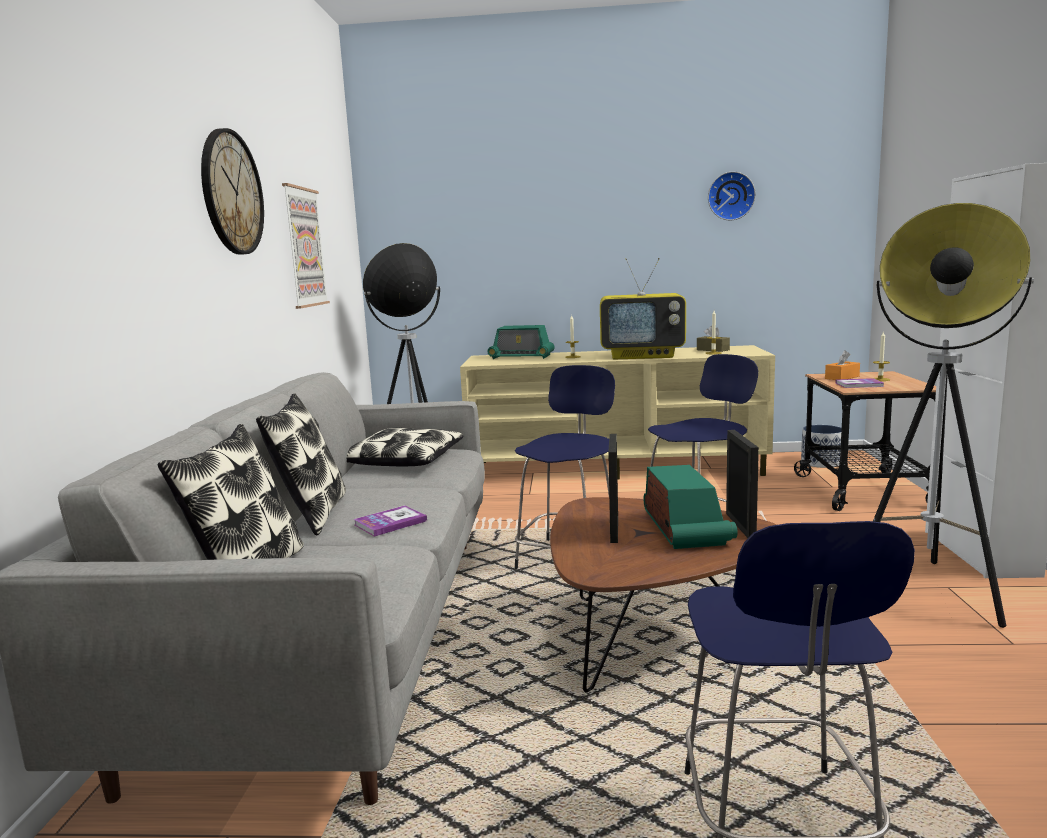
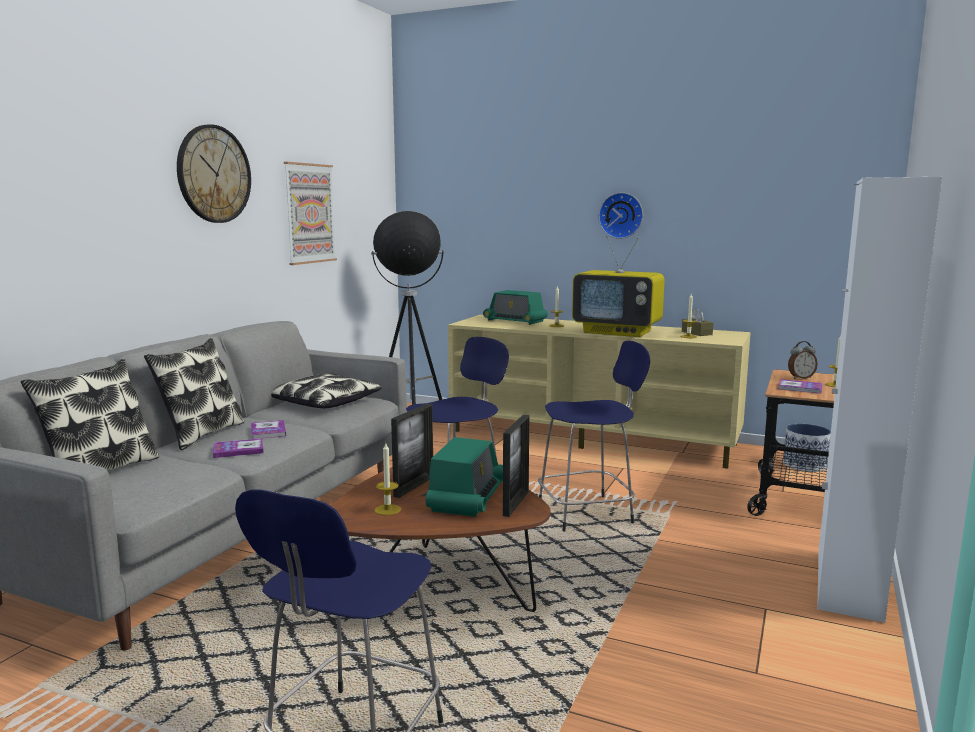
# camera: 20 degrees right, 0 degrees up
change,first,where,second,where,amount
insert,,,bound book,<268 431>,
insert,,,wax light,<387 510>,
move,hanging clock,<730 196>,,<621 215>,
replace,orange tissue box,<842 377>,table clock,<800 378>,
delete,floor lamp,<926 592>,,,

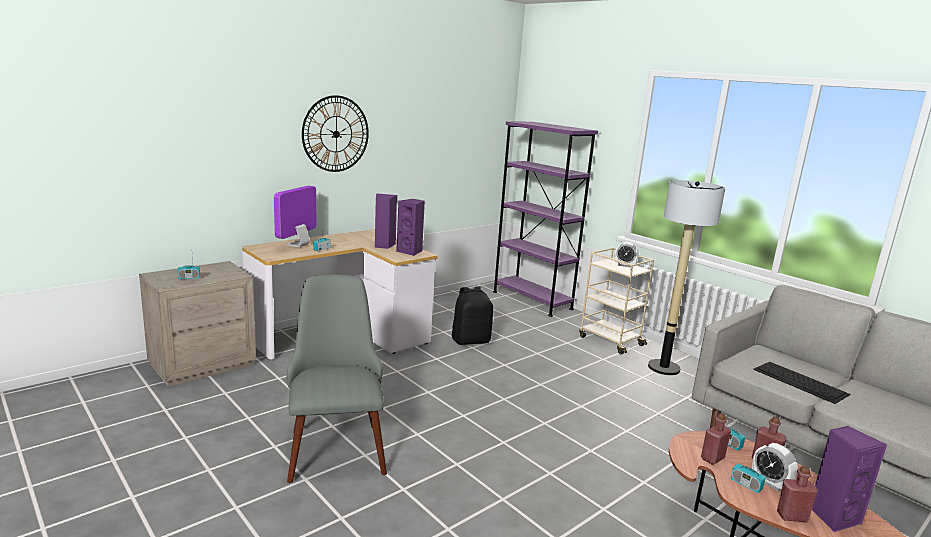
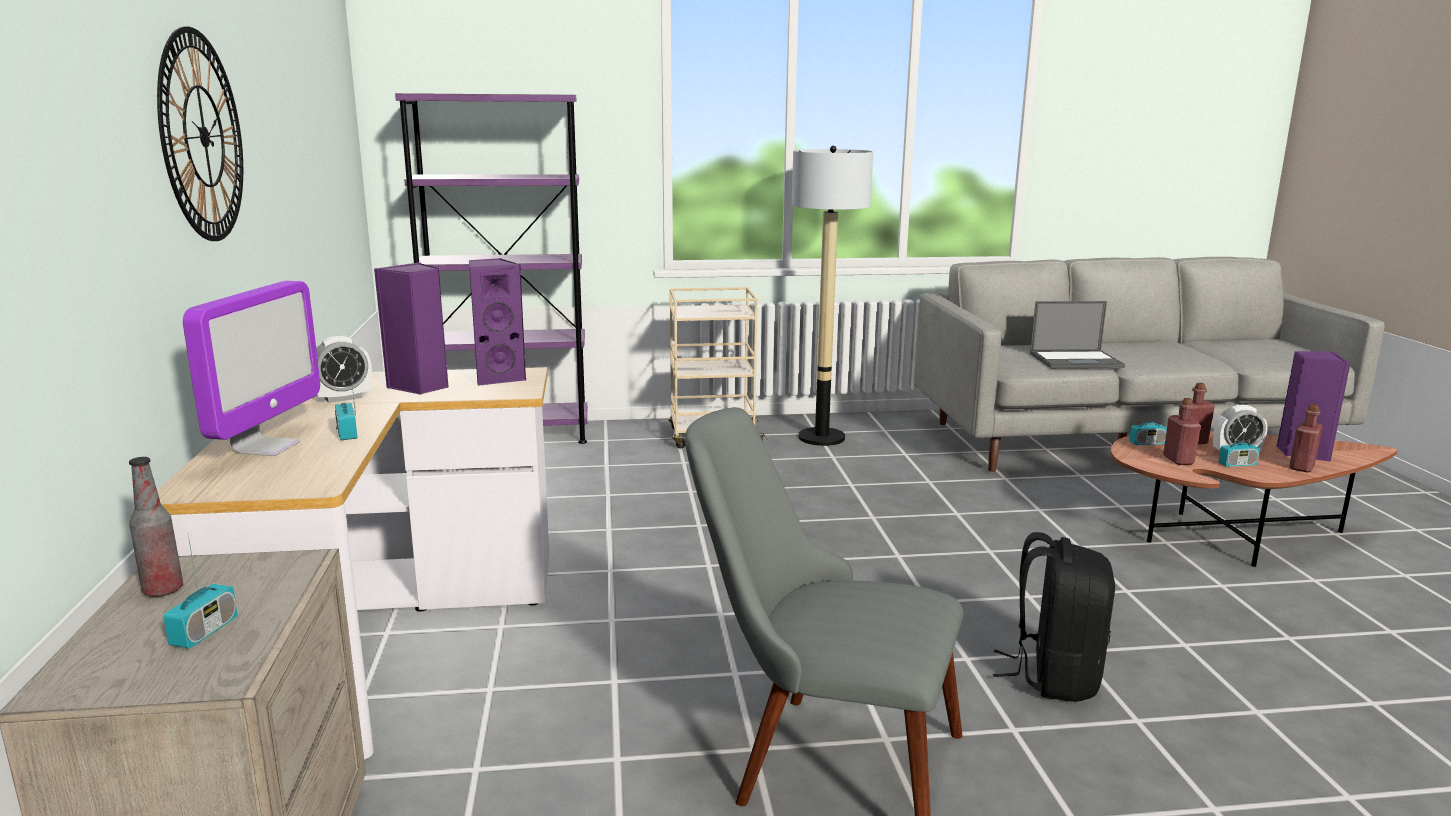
# camera: 55 degrees left, 0 degrees up
change,first,where,second,where,amount
insert,,,bottle,<163 590>,
rotate,computer display,<298 245>,,<266 447>,135 degrees counterclockwise
move,table clock,<624 265>,,<343 398>,
move,blackish backpack,<471 340>,,<1053 676>,
replace,PC keyboard,<801 382>,laptop,<1076 360>,

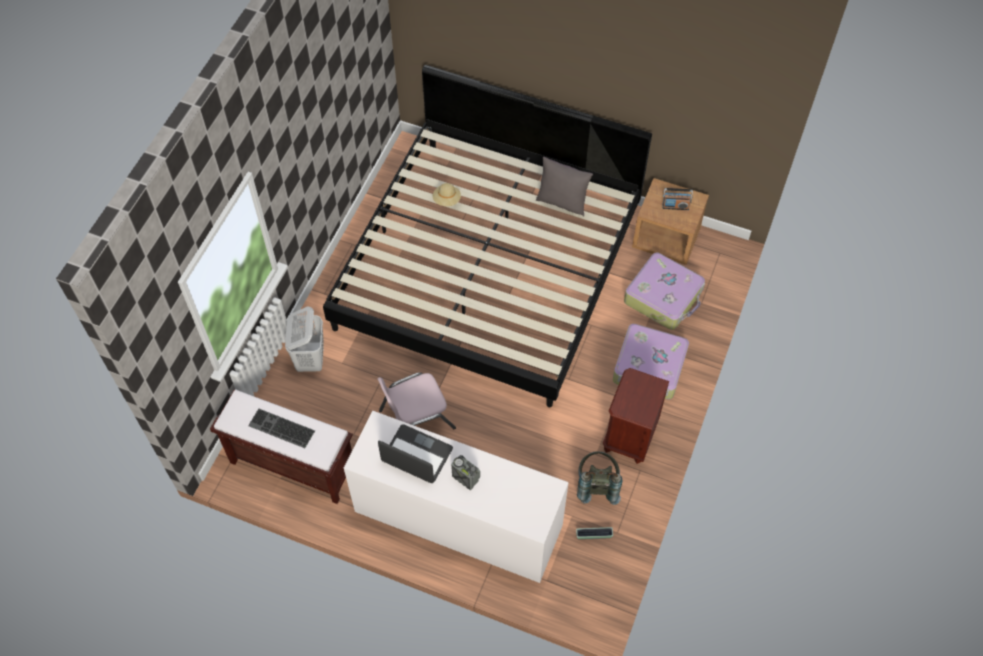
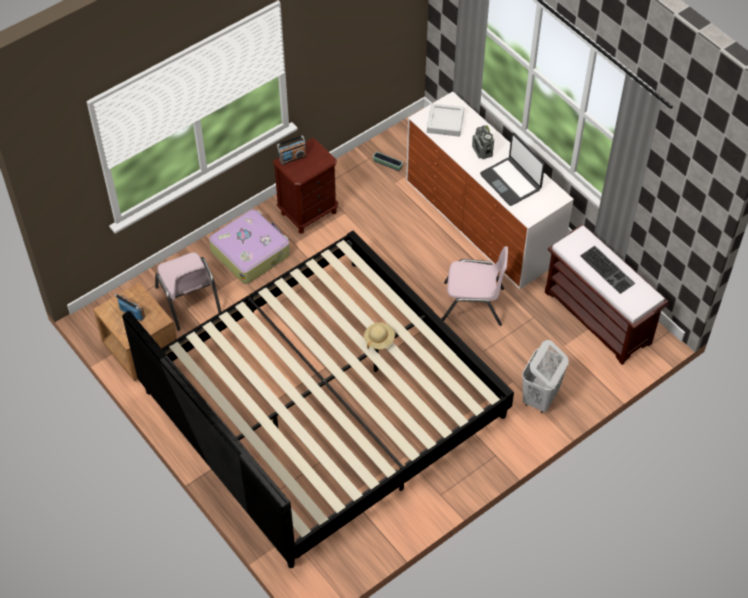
# camera: 150 degrees left, 5 degrees down
change,first,where,second,where,amount
replace,travel case,<664 297>,pinkish plain chair,<189 301>,
insert,,,radio set,<292 158>,
move,beige clothing hat,<447 200>,,<379 340>,
insert,,,grey tray,<445 122>,
delete,grey pillow,<562 202>,,,
delete,grey backpack,<596 485>,,,

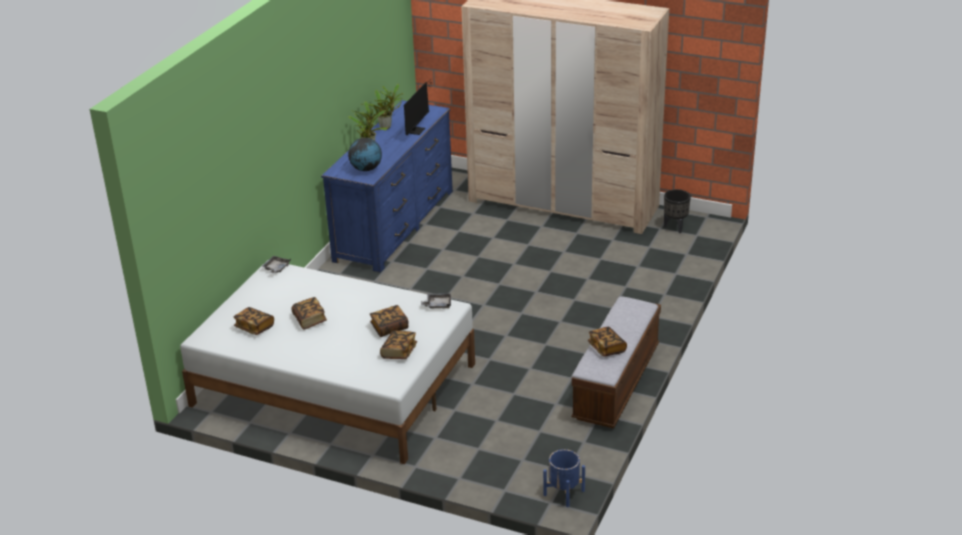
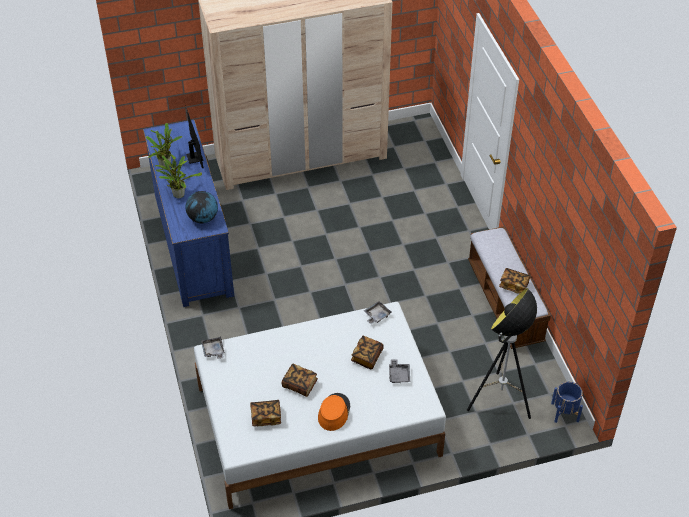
# camera: 40 degrees left, 15 degrees up
change,first,where,second,where,amount
insert,,,orange clothing hat,<334 412>,
replace,bound book,<399 352>,grey tray,<399 375>,
insert,,,floor lamp,<500 401>,
delete,blackish planter,<675 227>,,,

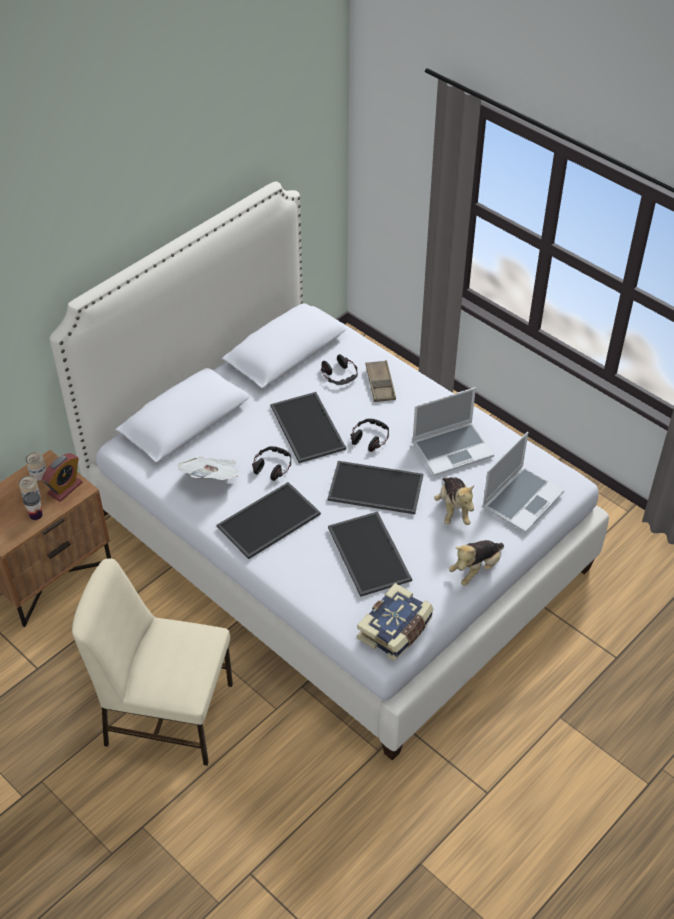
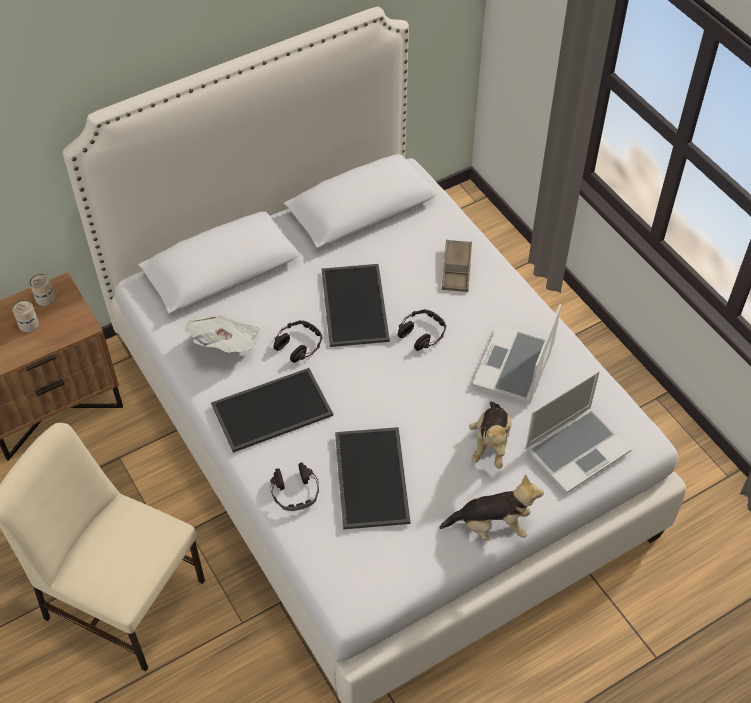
# camera: 15 degrees right, 5 degrees up
change,first,where,second,where,amount
move,headphones,<339 374>,,<295 491>,
rotate,soft toy,<476 569>,,<492 526>,150 degrees counterclockwise
rotate,laptop,<452 449>,,<514 367>,120 degrees clockwise
delete,drinking cup,<36 515>,,,
delete,table clock,<65 488>,,,
delete,tray,<374 489>,,,
delete,bound book,<396 630>,,,

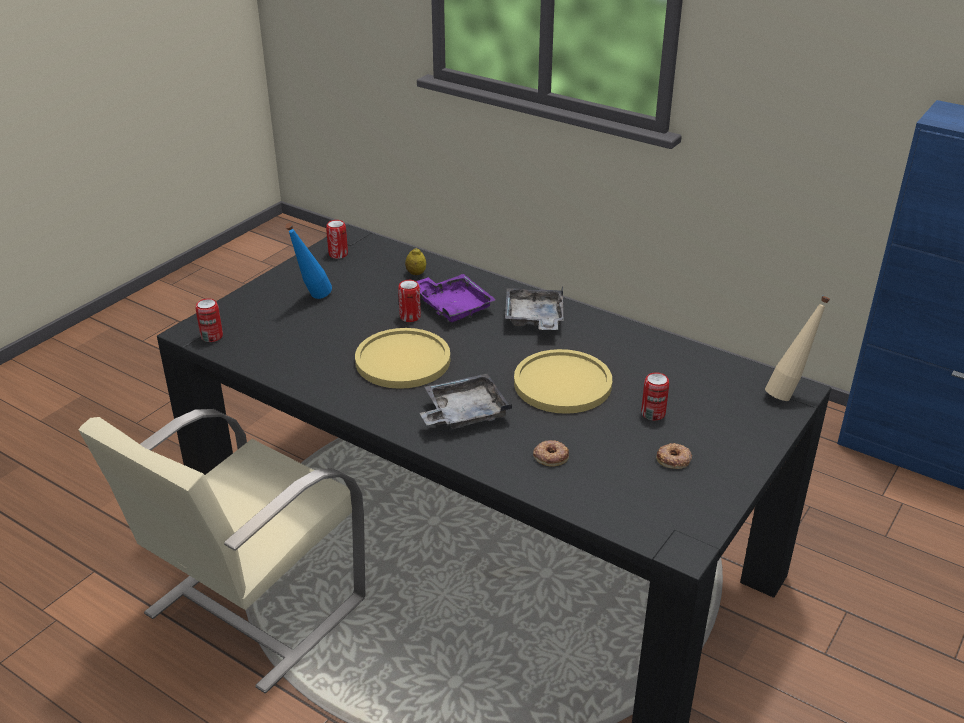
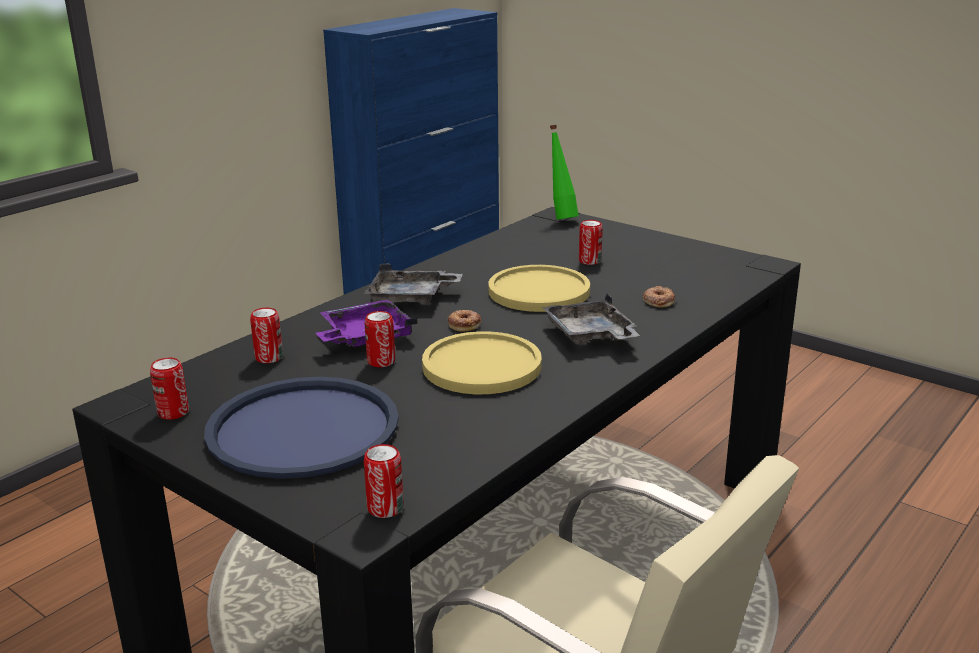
# camera: 85 degrees left, 10 degrees down
change,first,where,second,where,amount
replace,bluish bottle,<312 299>,bluish tray,<303 429>,
replace,whole lemon,<416 273>,metal can,<269 358>,
move,ring doughnut,<674 459>,,<464 324>,
recolor,beige bottle,<788 393>,greenish bottle,<561 218>,

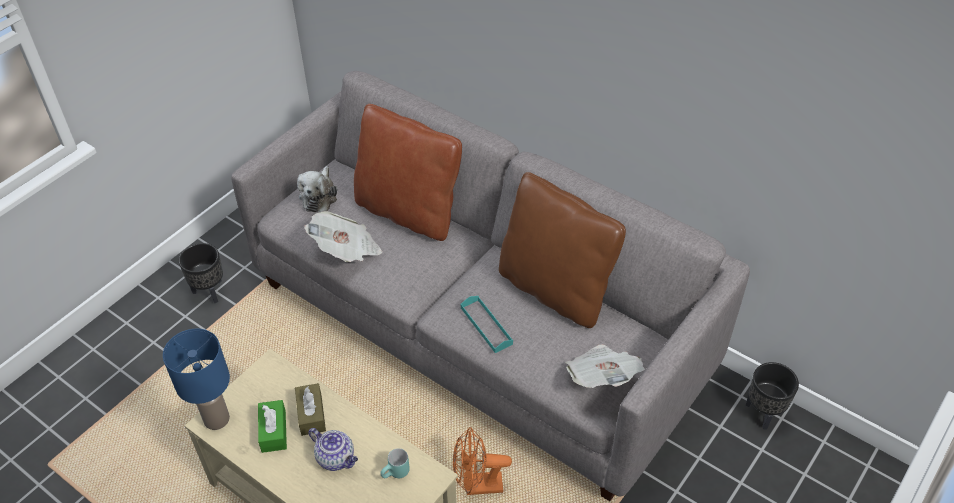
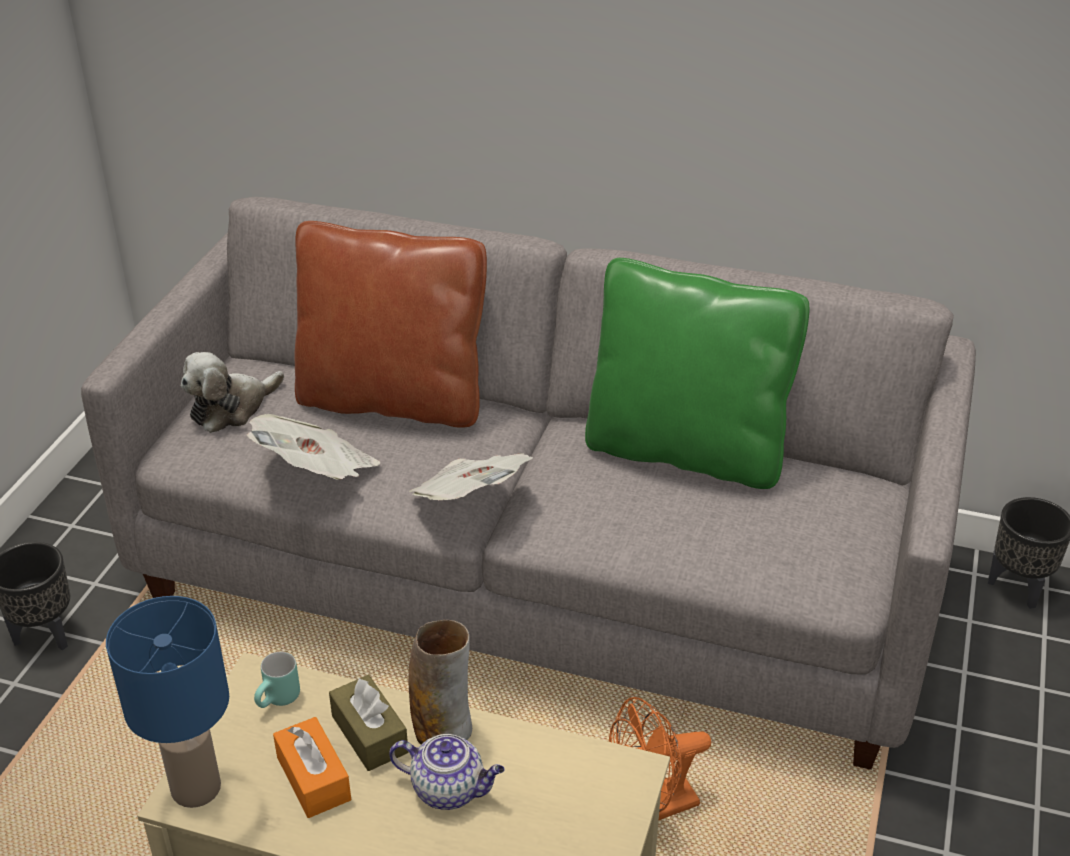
# camera: 20 degrees left, 10 degrees down
change,first,where,second,where,amount
rotate,soft toy,<319 196>,,<231 408>,60 degrees clockwise
move,turquoise-coloured mug,<396 474>,,<279 701>,
recolor,greenish tissue box,<273 431>,orange tissue box,<313 778>,
insert,,,vase,<443 728>,
move,daily paper,<602 377>,,<470 500>,
recolor,brown pillow,<555 289>,greenish pillow,<686 451>,
delete,turquoise-coloured tray,<486 326>,,,

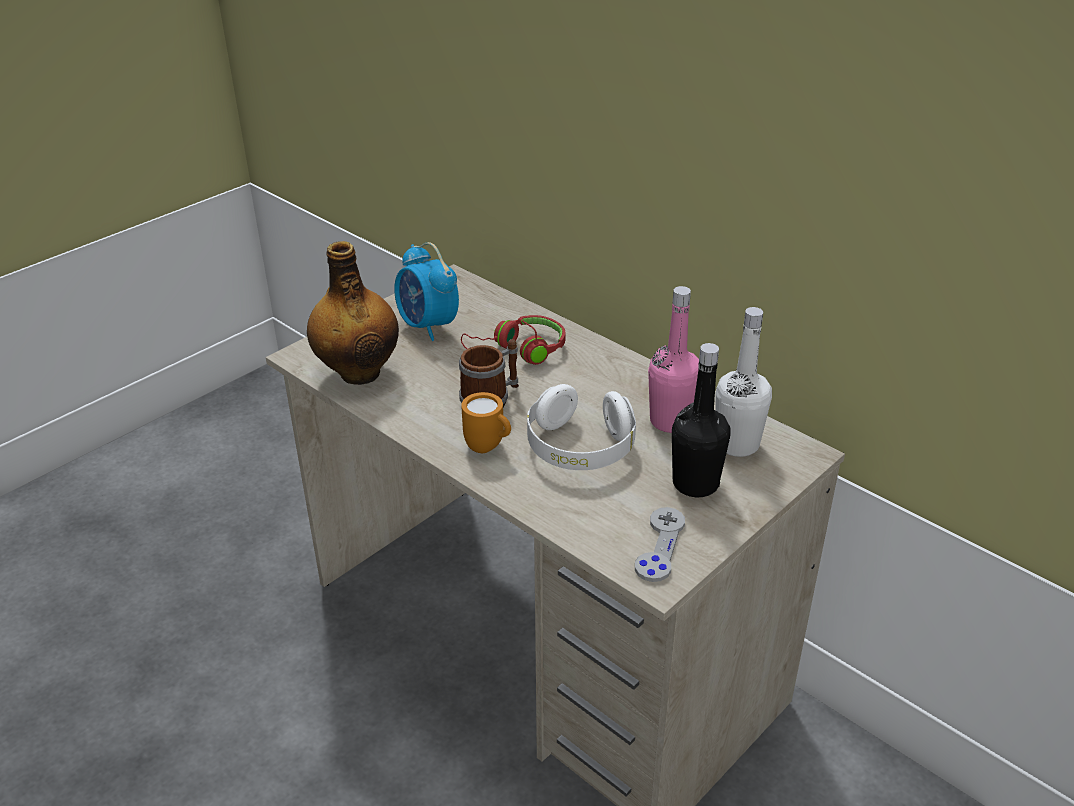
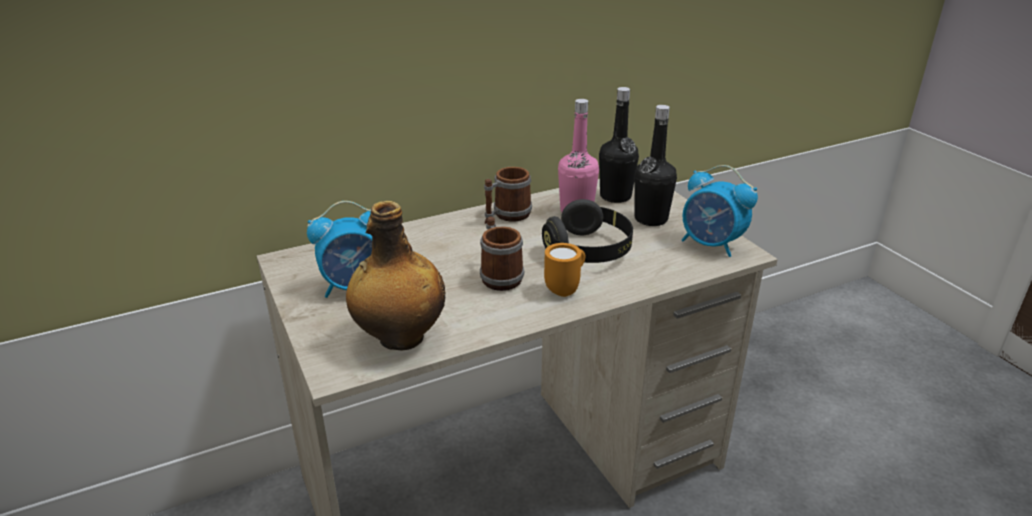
# camera: 70 degrees left, 5 degrees down
change,first,where,second,where,amount
insert,,,mug,<506 216>,
recolor,white-coloured headphones,<580 448>,blackish headphones,<588 251>,
recolor,white-coloured bottle,<737 444>,blackish bottle,<615 196>,
replace,grey gamepad,<660 546>,table clock,<711 245>,
delete,red headphones,<519 351>,,,

